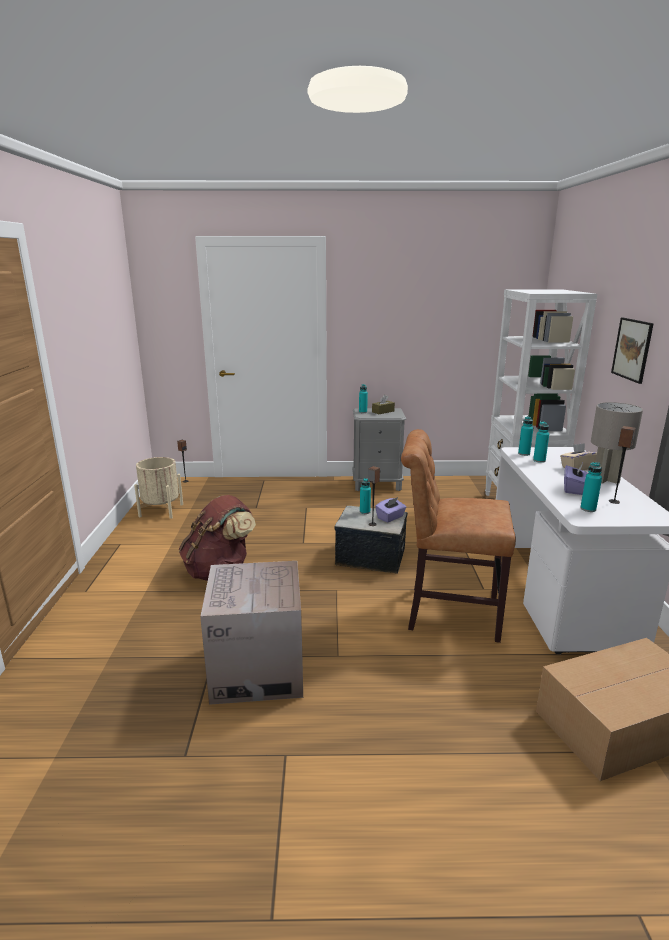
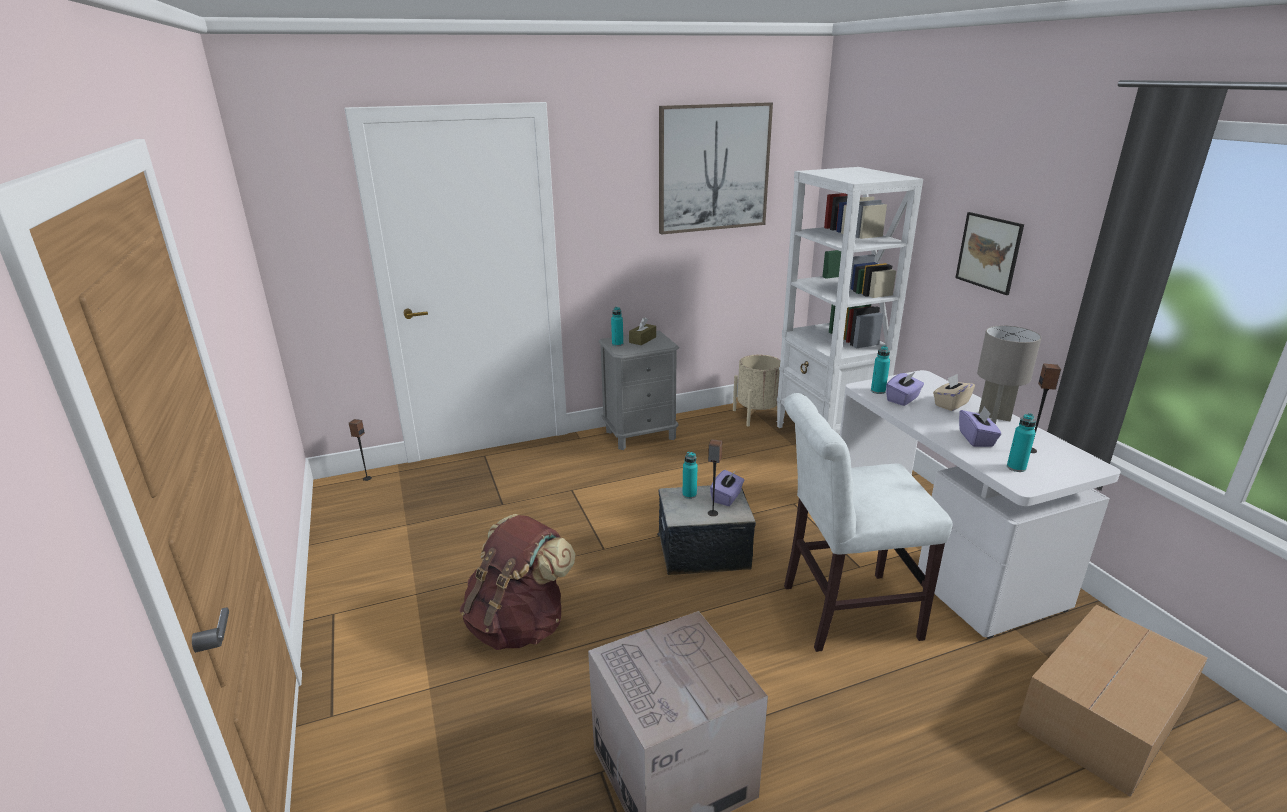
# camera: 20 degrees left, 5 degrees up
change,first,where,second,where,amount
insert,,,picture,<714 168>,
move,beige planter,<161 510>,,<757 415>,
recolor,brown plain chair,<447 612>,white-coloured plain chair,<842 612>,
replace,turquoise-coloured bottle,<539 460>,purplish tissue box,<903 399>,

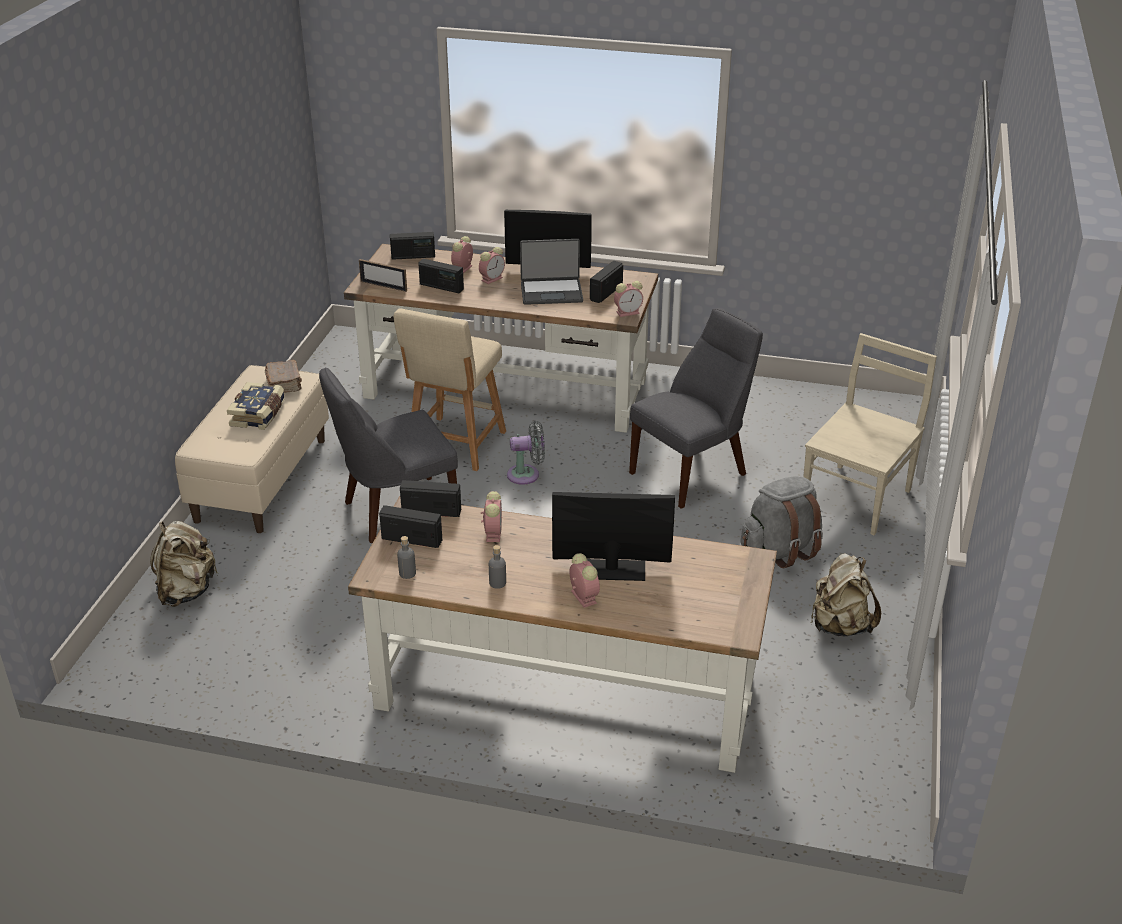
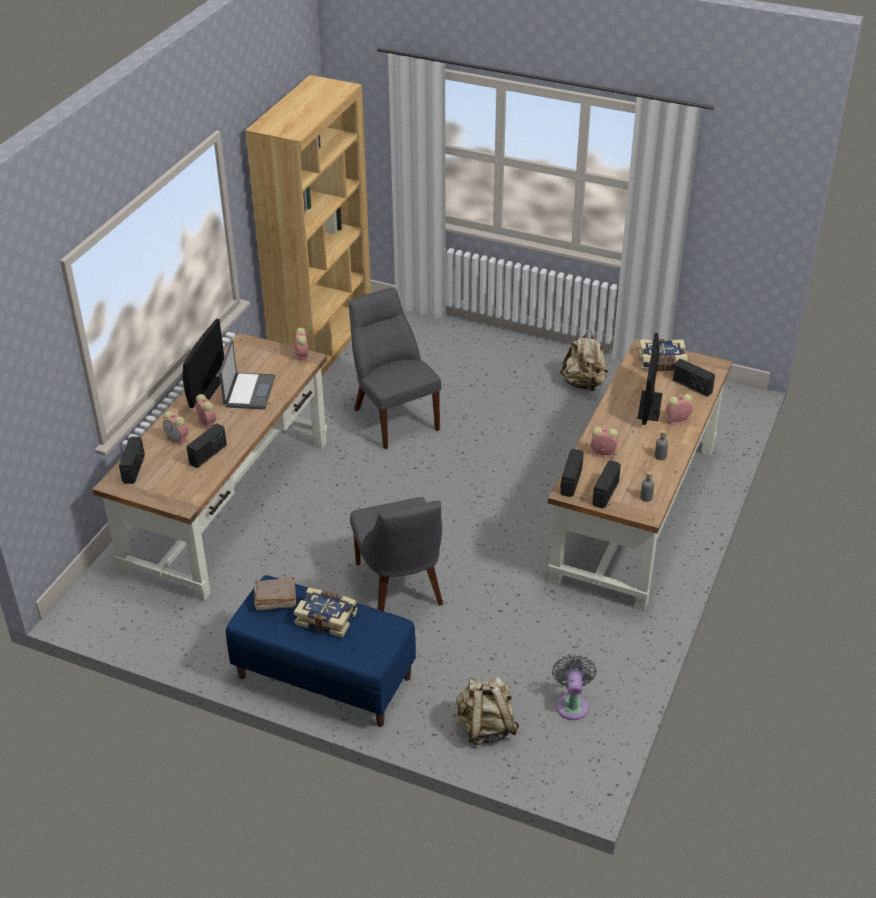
# camera: 80 degrees left, 5 degrees up
change,first,where,second,where,amount
recolor,beige bench,<261 479>,bluish bench,<323 677>,
insert,,,brown shelving unit,<322 343>,
move,grey electric fan,<527 475>,,<572 704>,
insert,,,bound book,<662 363>,
move,radio set,<605 292>,,<692 386>,
delete,picture frame,<383 286>,,,
delete,beige stool,<454 446>,,,
delete,grey backpack,<780 550>,,,
delete,beige plain chair,<857 497>,,,

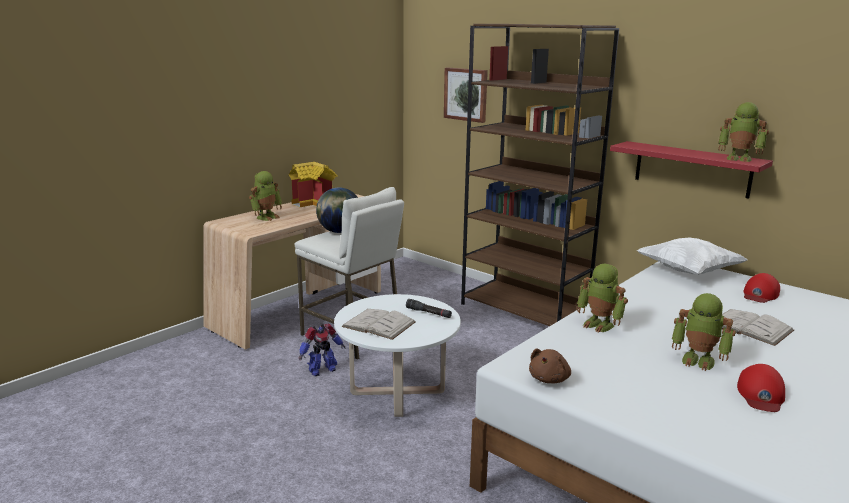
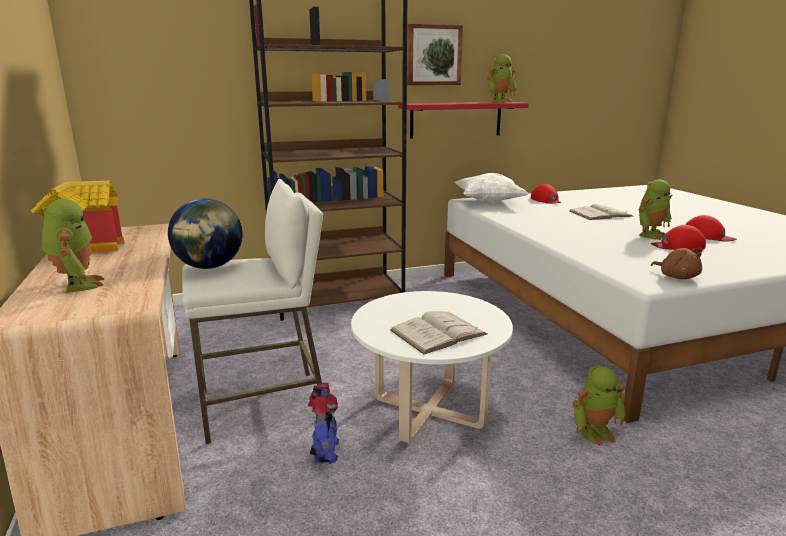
# camera: 60 degrees left, 0 degrees up
change,first,where,second,where,amount
move,picture,<466 94>,,<433 55>,
move,robot figure,<600 324>,,<595 432>,
insert,,,red cap,<678 246>,
delete,blackish flashlight,<428 313>,,,

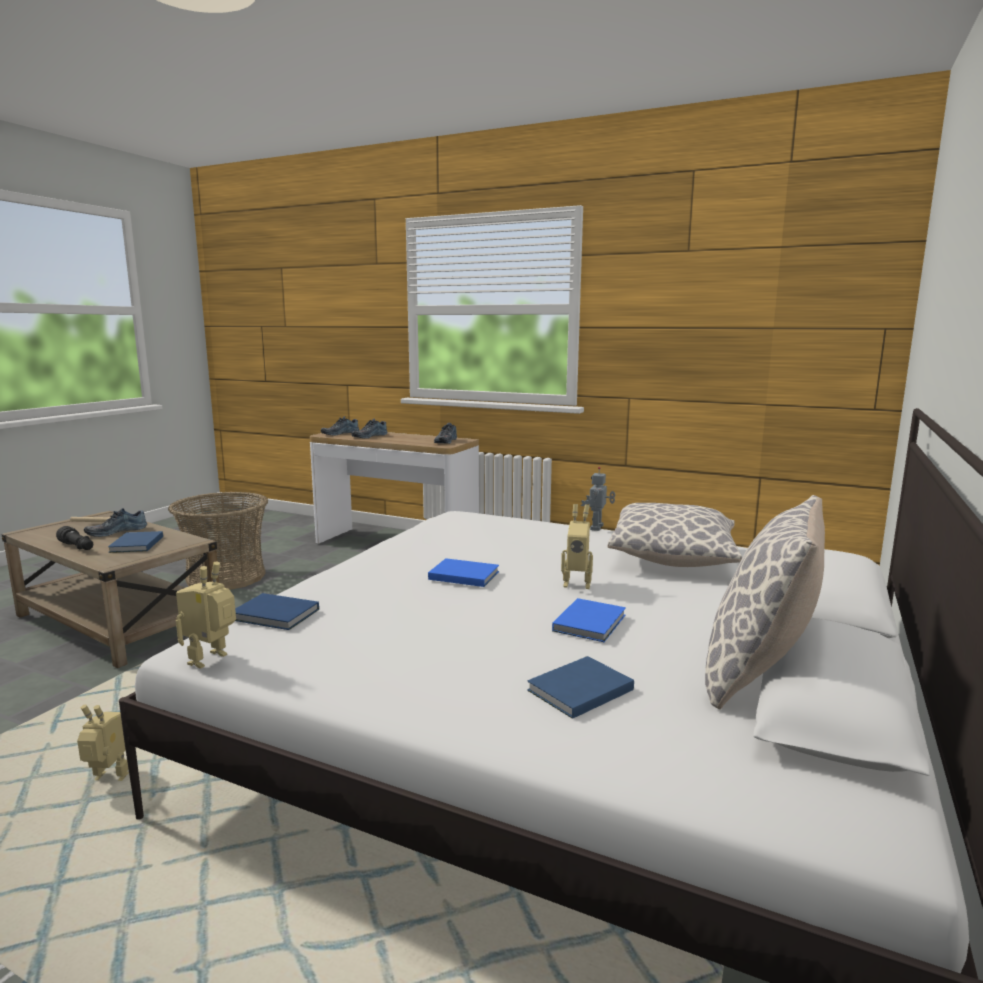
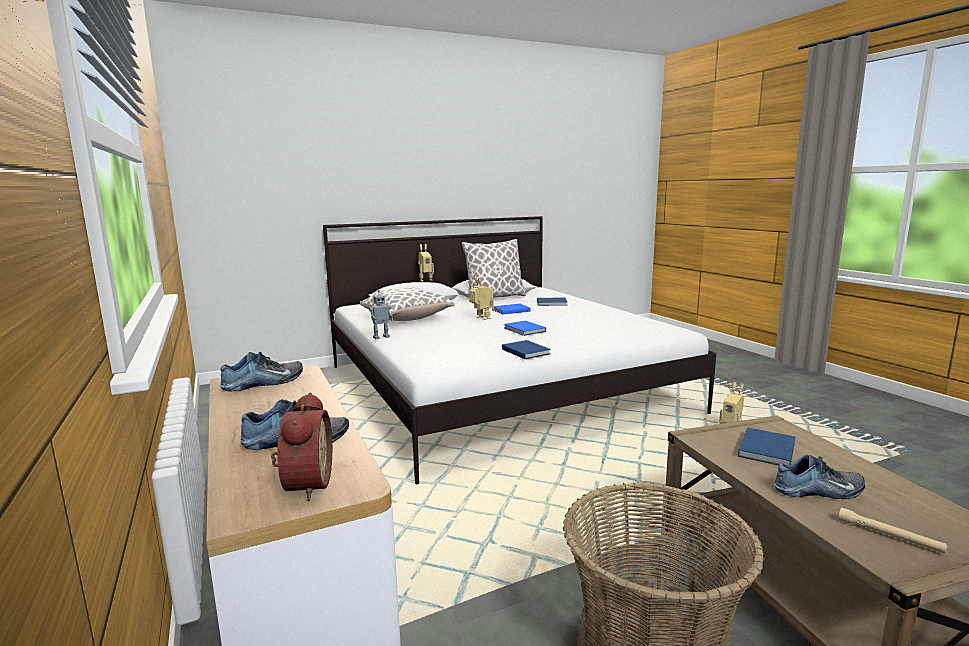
# camera: 140 degrees left, 0 degrees up
change,first,where,second,where,amount
replace,low shoe,<339 433>,table clock,<304 485>,
move,robot figure,<212 660>,,<425 280>,
move,bluish bound book,<276 615>,,<525 351>,
delete,blackish flashlight,<77 547>,,,

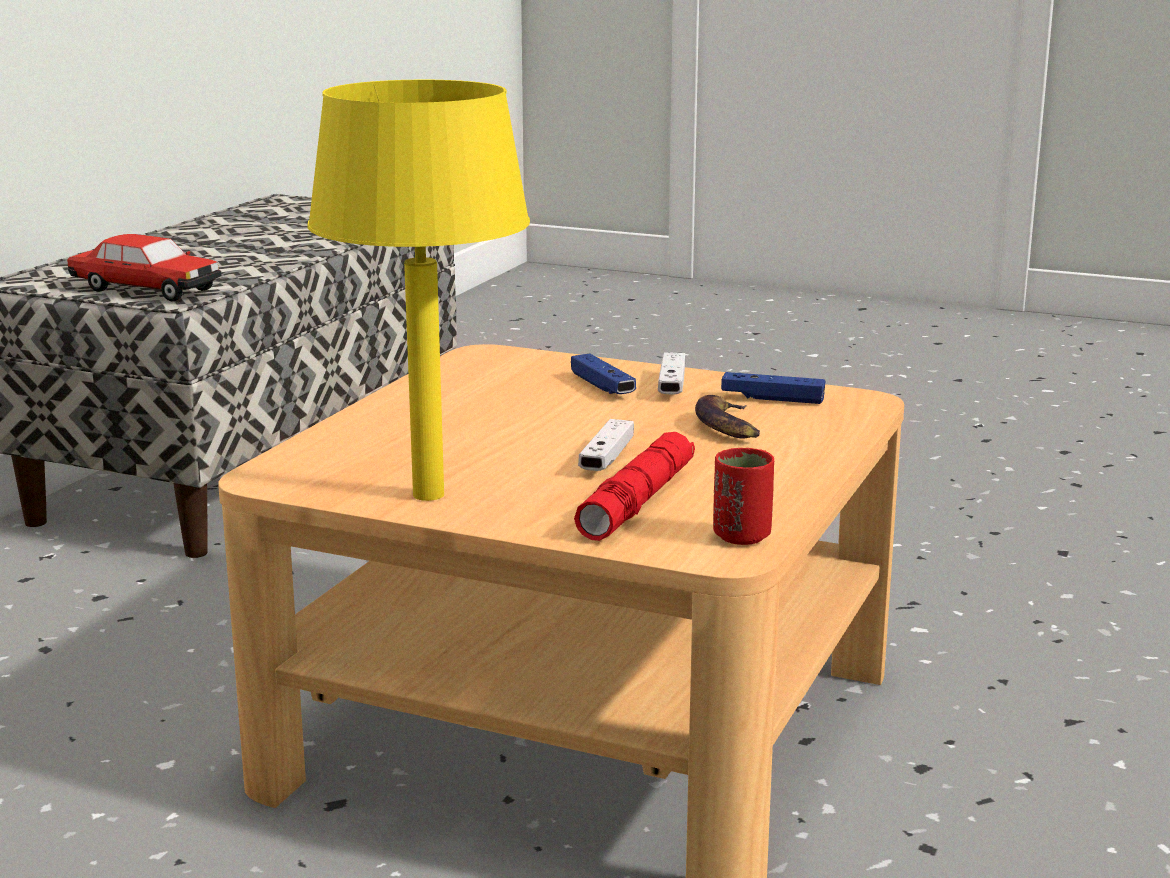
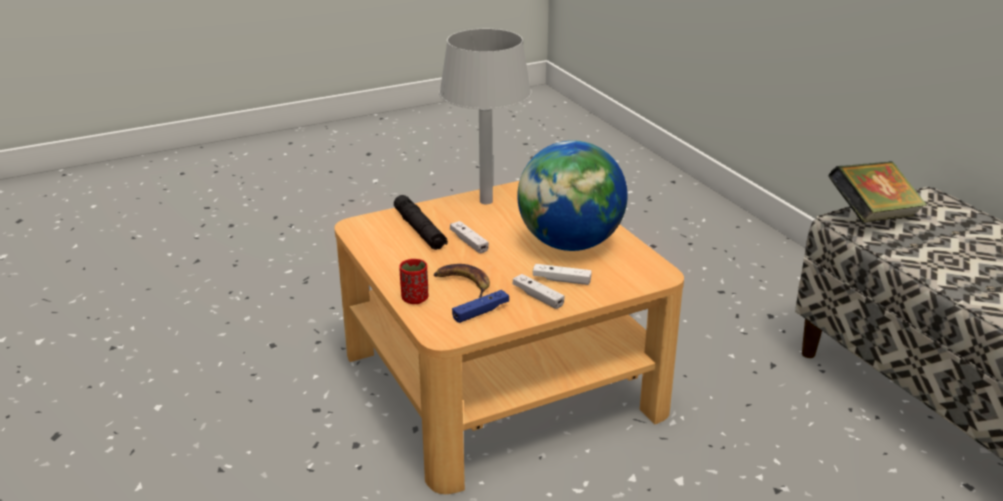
# camera: 130 degrees right, 10 degrees up
change,first,where,second,where,amount
recolor,red flashlight,<637 502>,blackish flashlight,<419 230>,
move,red drinking cup,<741 536>,,<415 299>,
recolor,yellowish table lamp,<428 495>,grey table lamp,<485 201>,
insert,,,world globe,<570 244>,
recolor,bluish gamepad,<602 386>,white-coloured gamepad,<561 280>,
replace,model car,<145 290>,bound book,<872 217>,

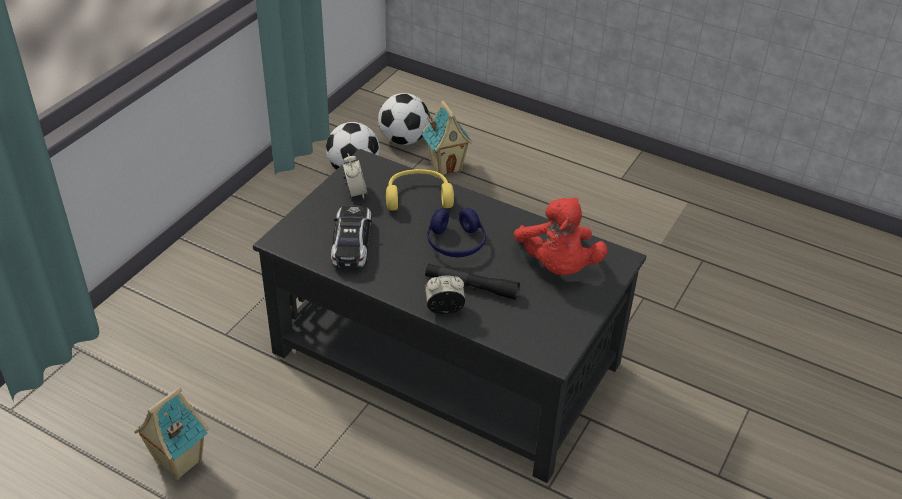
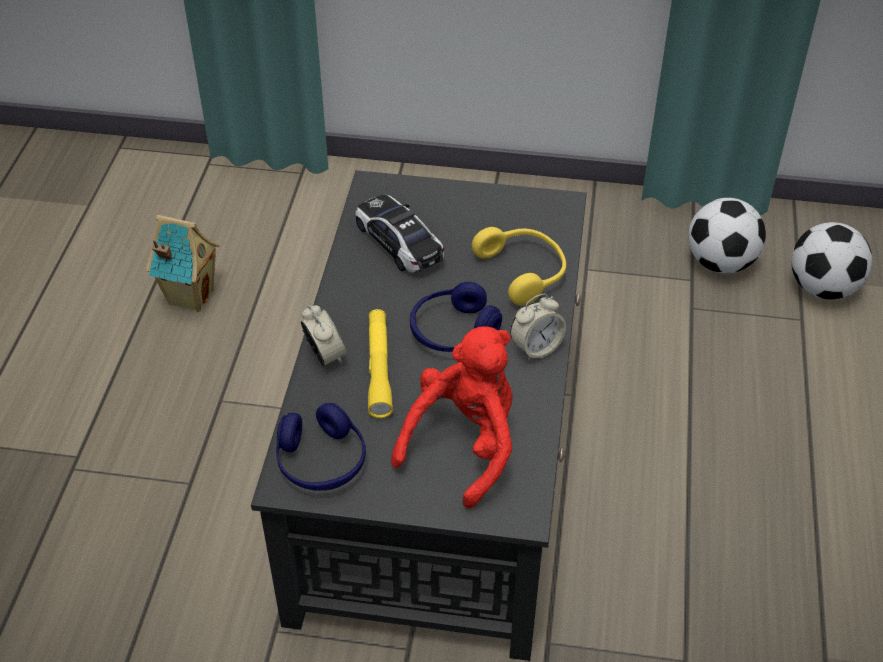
# camera: 70 degrees right, 5 degrees up
change,first,where,second,where,amount
insert,,,bluish headphones,<321 461>,
rotate,model car,<351 244>,,<399 243>,105 degrees counterclockwise
recolor,blackish flashlight,<471 286>,yellowish flashlight,<379 369>,
rotate,red soft toy,<557 266>,,<464 444>,150 degrees clockwise
move,table clock,<355 193>,,<536 348>,
delete,toy house,<446 166>,,,

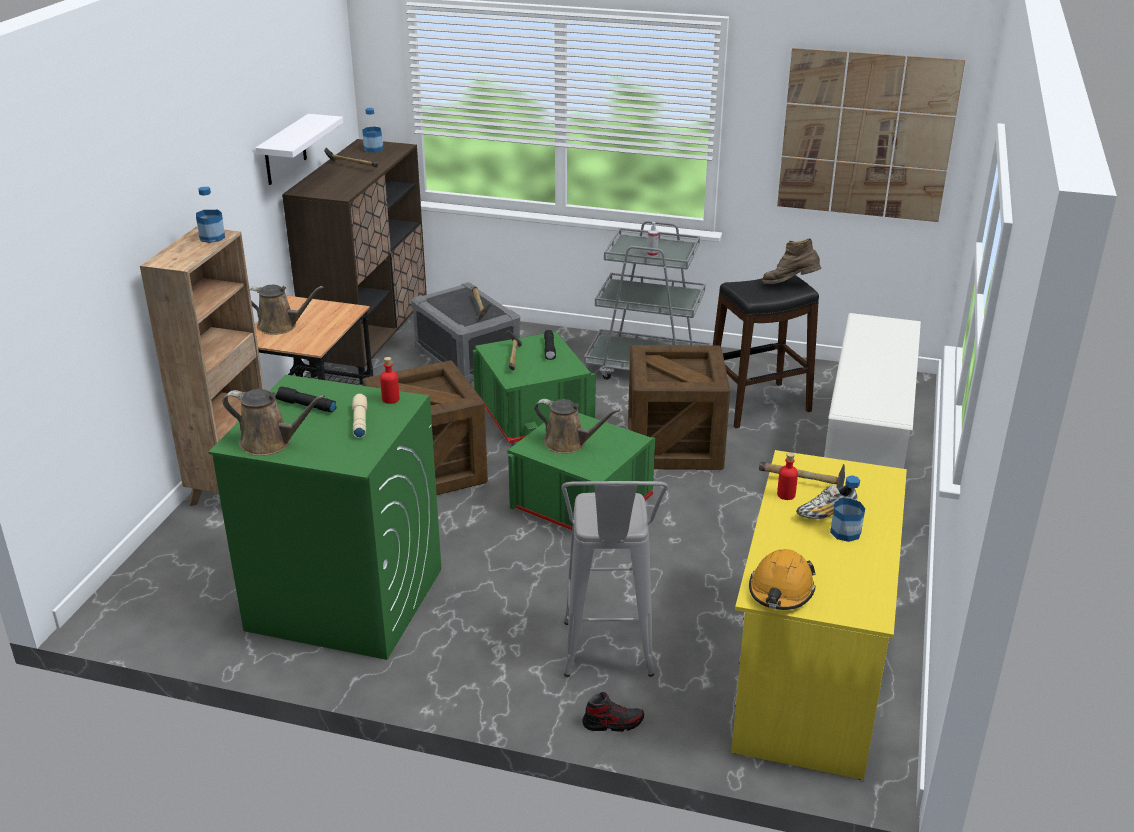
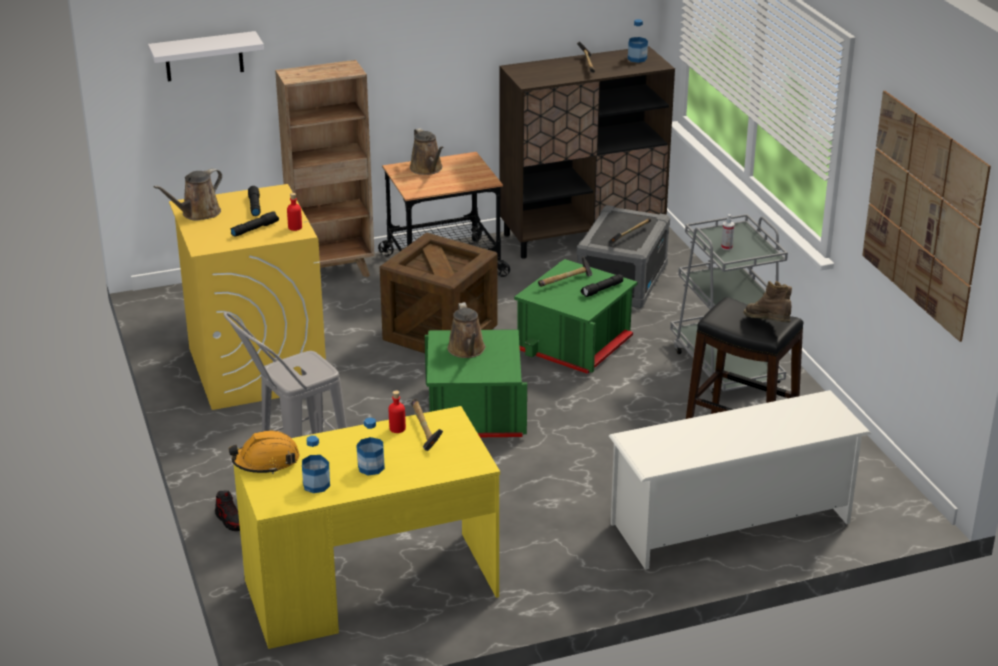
# camera: 55 degrees right, 0 degrees up
change,first,where,second,where,amount
move,white-coloured bracket shelf,<285 150>,,<204 56>,
rotate,brown watering pot,<270 443>,,<198 214>,60 degrees clockwise
recolor,greenish laundry appliance,<344 599>,yellowish laundry appliance,<256 367>,
recolor,beige flashlight,<359 421>,blackish flashlight,<255 229>,
move,bottle,<212 237>,,<316 485>,
delete,crate,<674 445>,,,
delete,low shoe,<826 513>,,,

